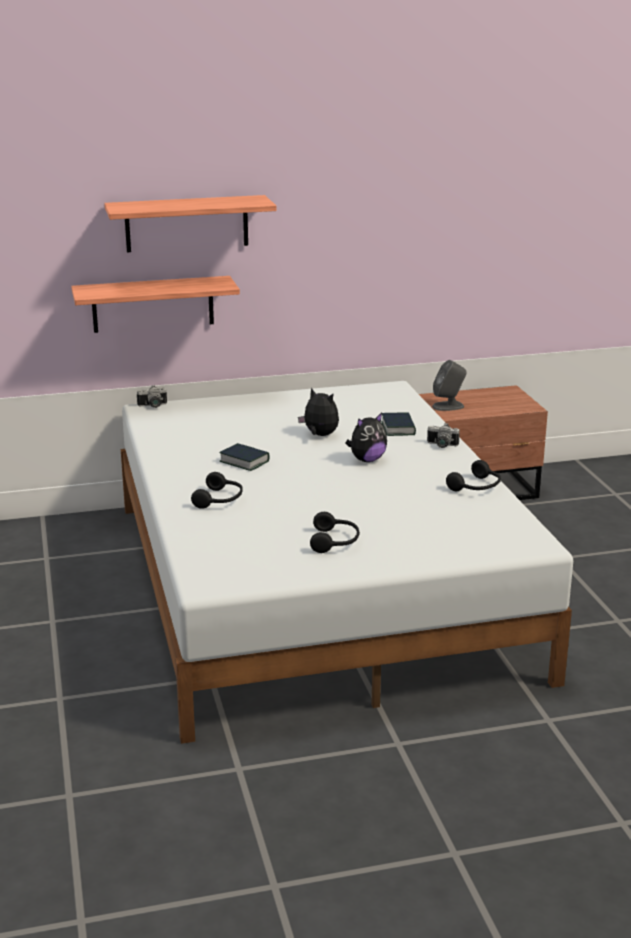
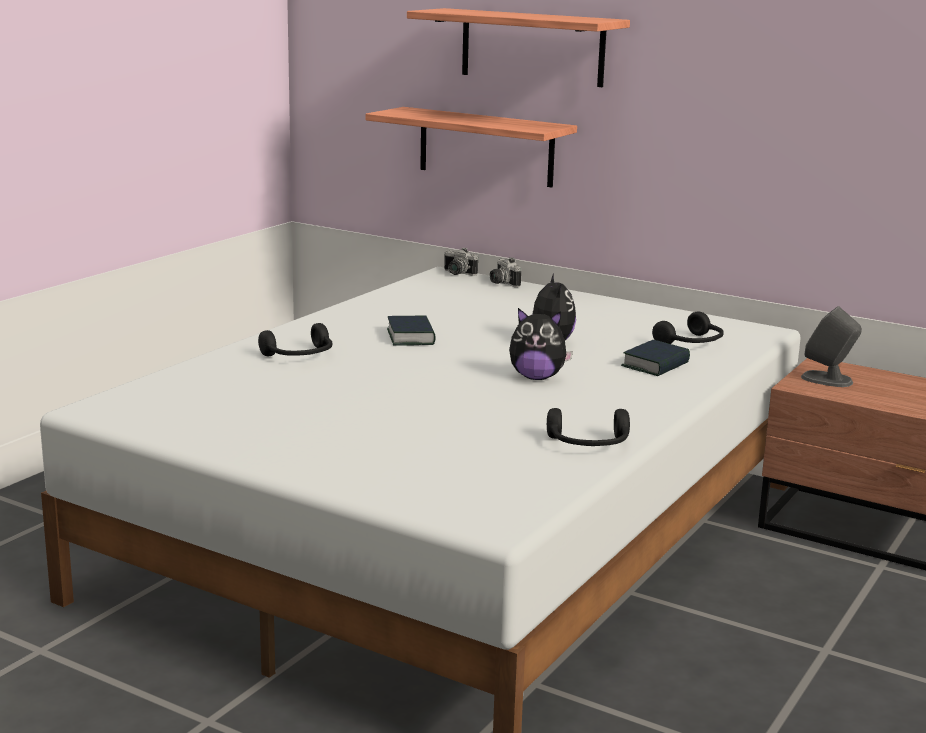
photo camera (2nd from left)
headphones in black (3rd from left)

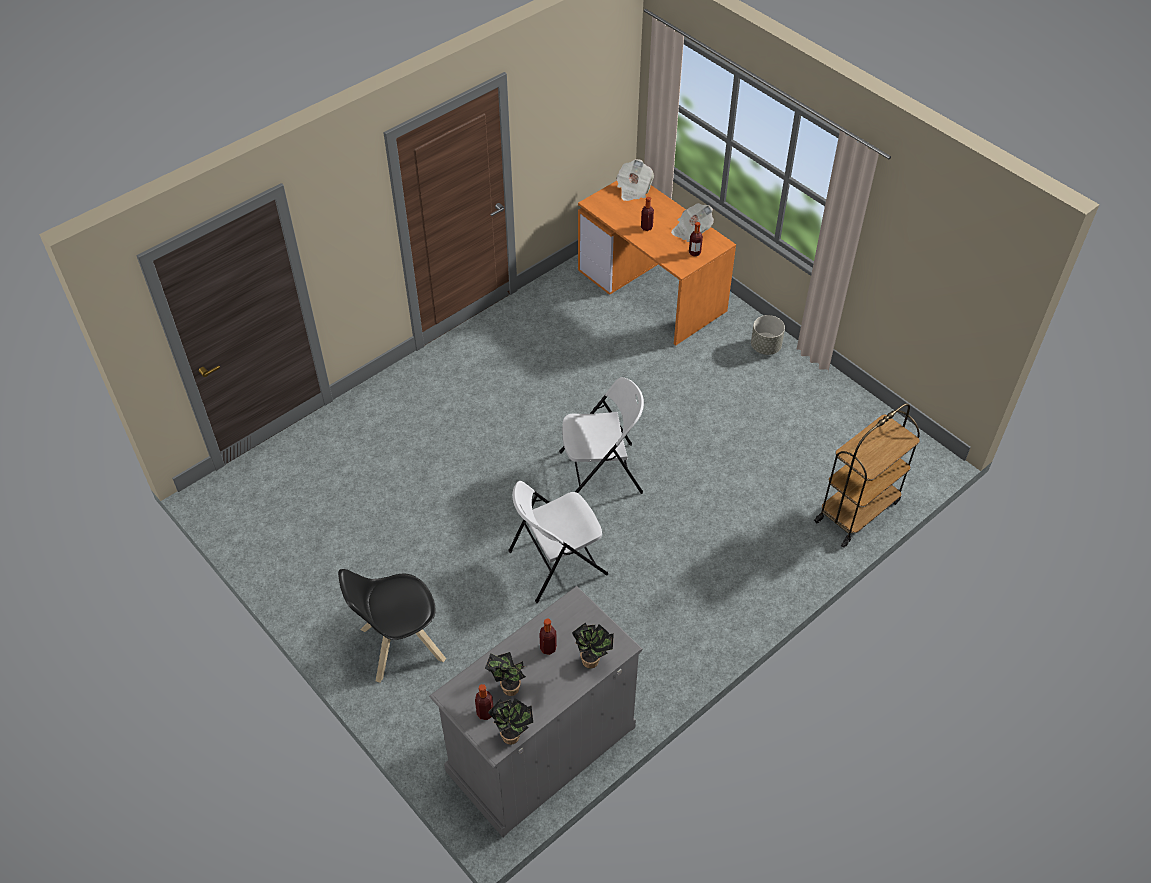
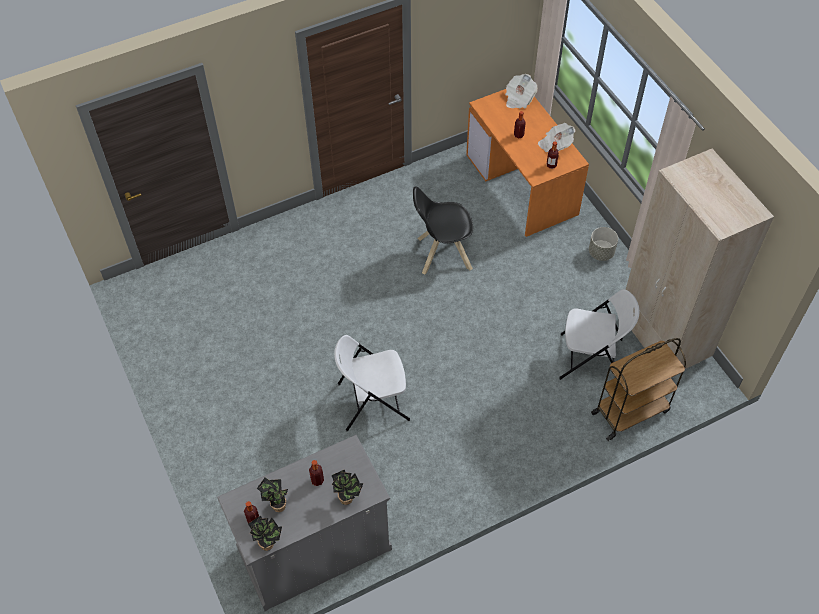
chair in black
chair in white (2nd from left)
wardrobe in beige

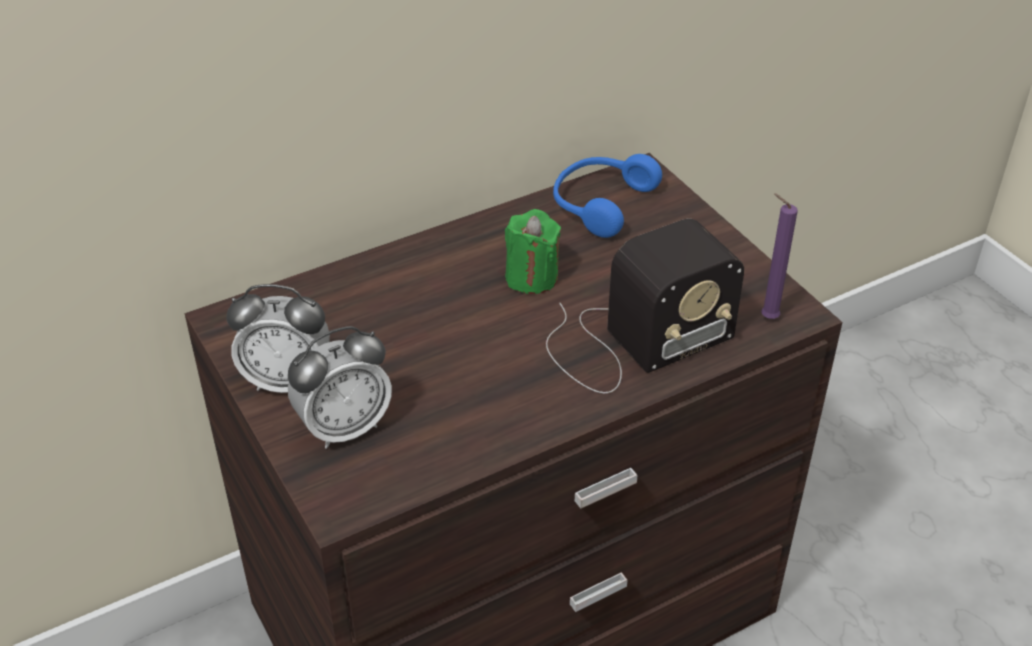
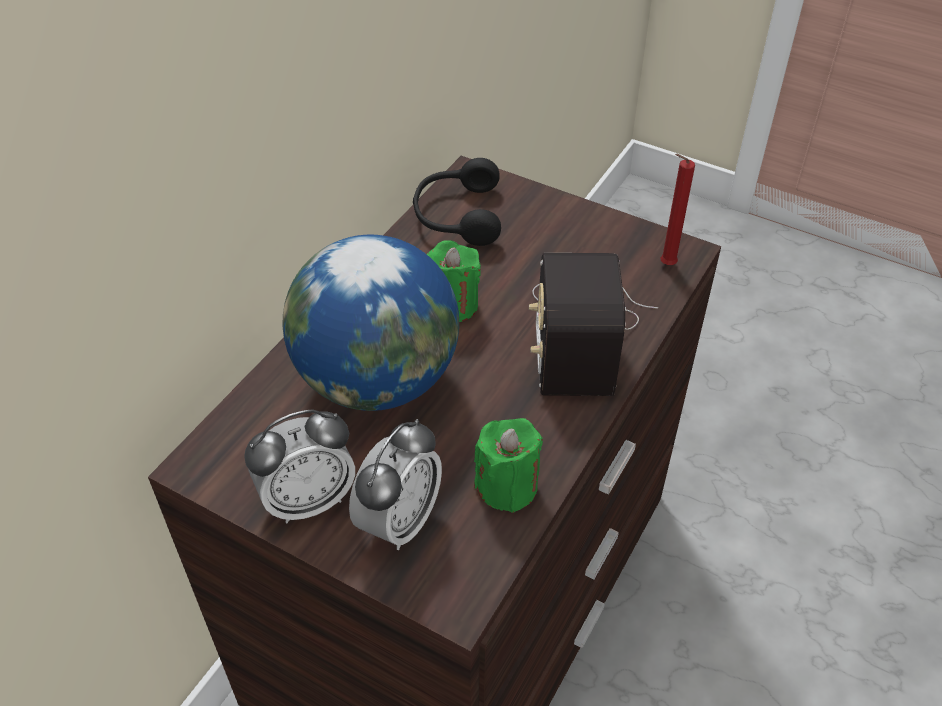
globe
headphones in black
candle in green (2nd from left)
radio
candle in red

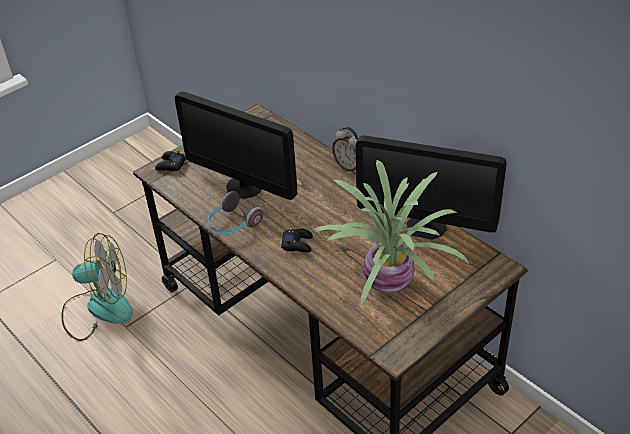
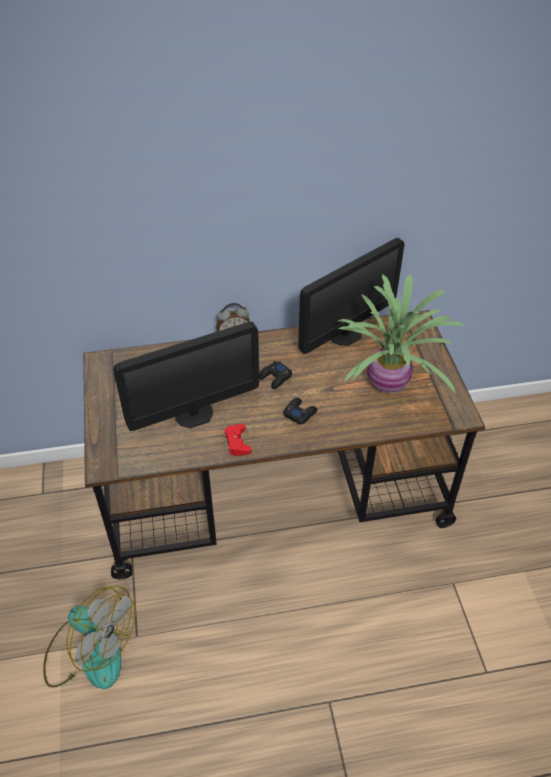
fan
game controller in red
game controller in black (1st from left)

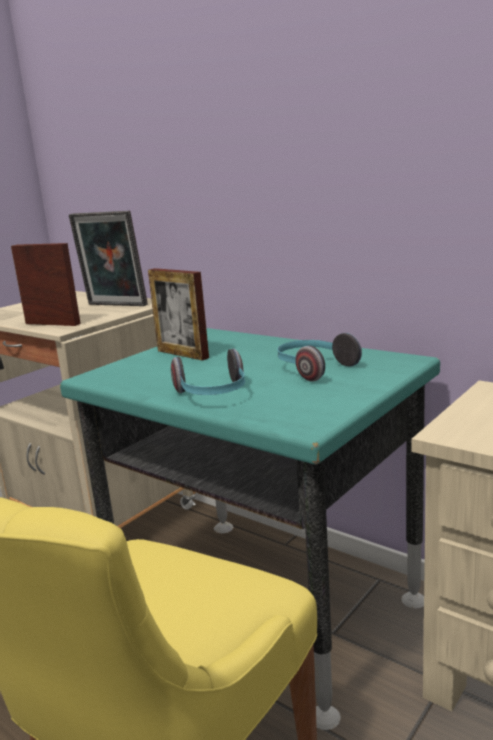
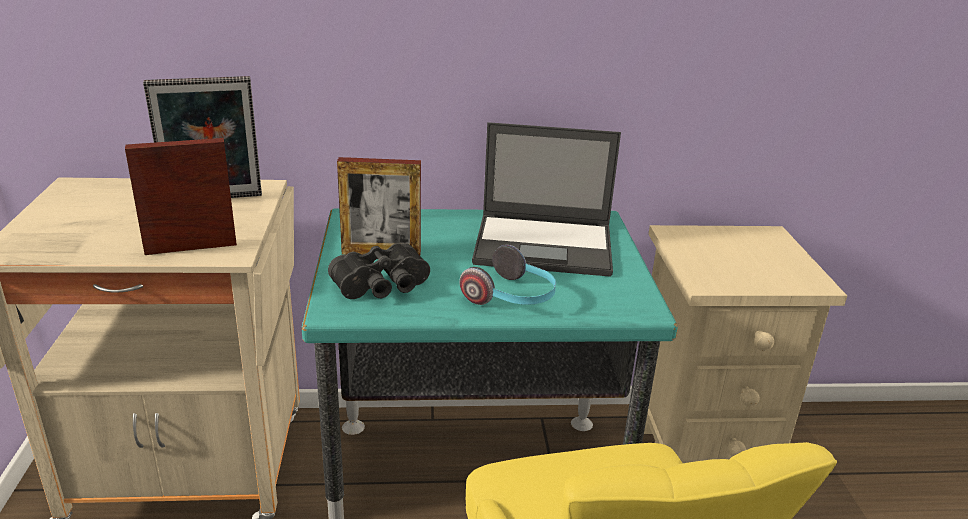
binoculars in black
laptop

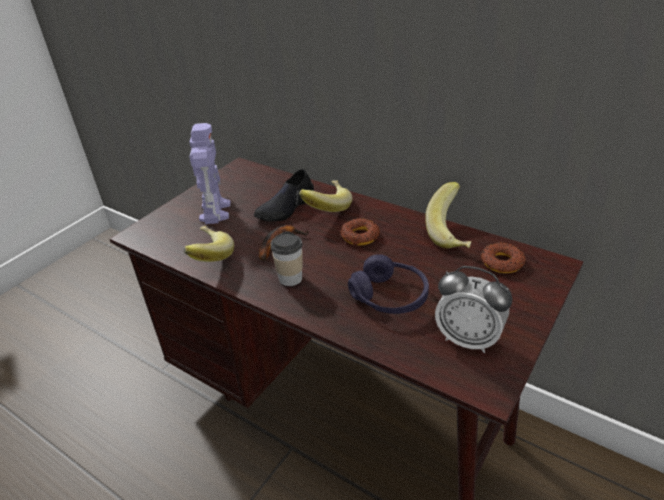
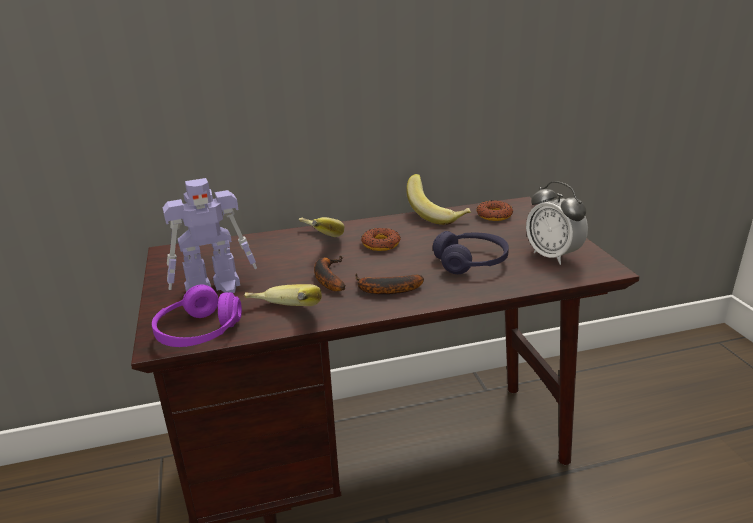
headphones in purple (1st from left)
toy robot
banana (4th from left)
alarm clock
shoe in black

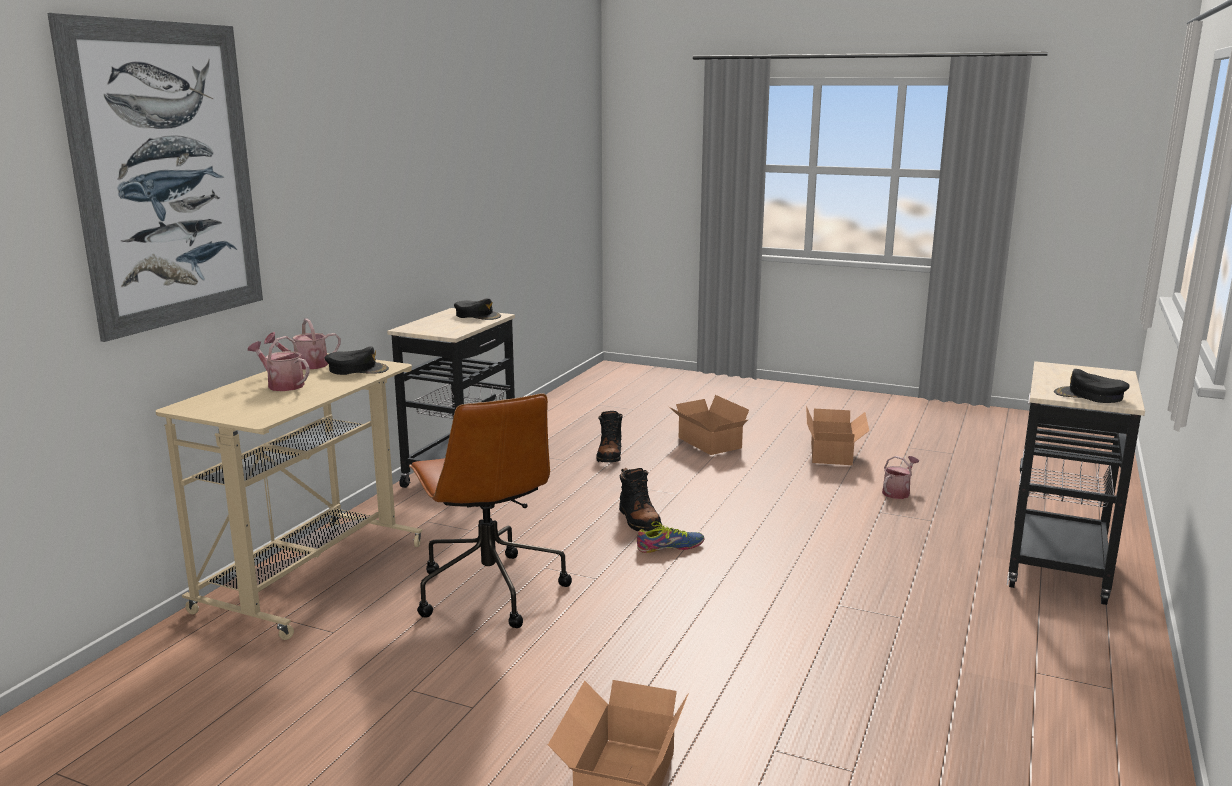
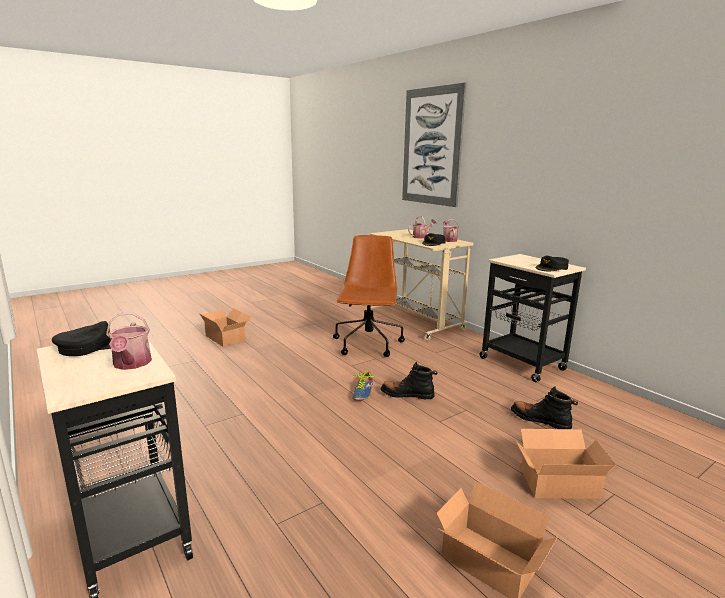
watering can (1st from left)
office chair in brown

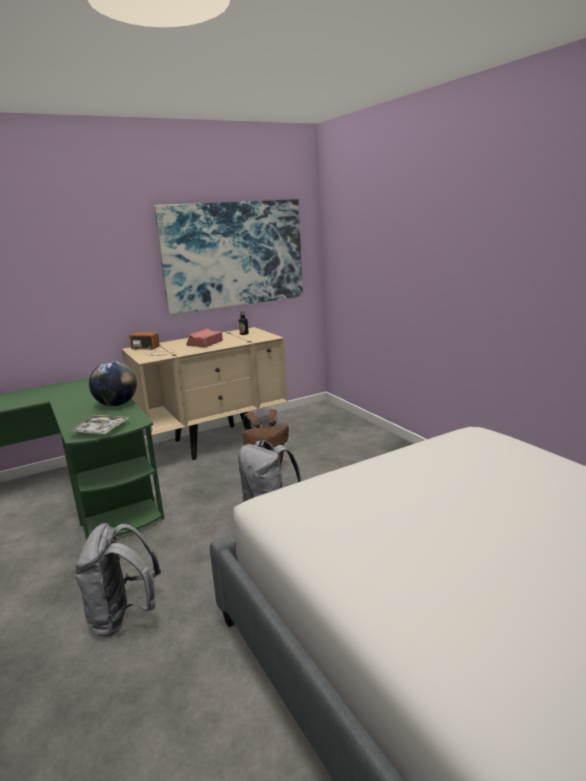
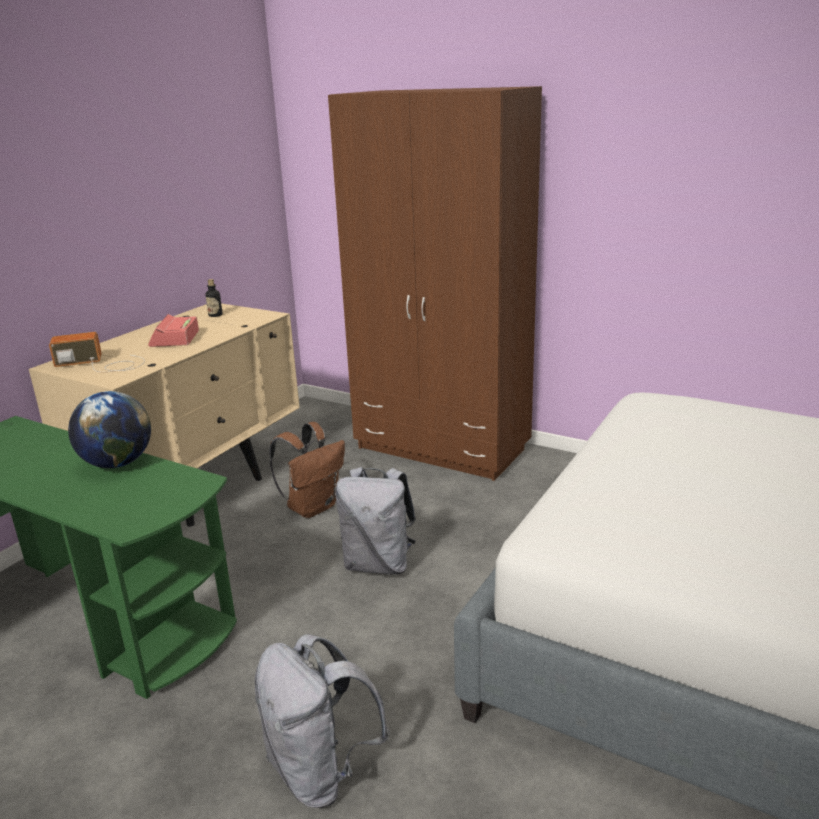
wardrobe in brown
tray
picture

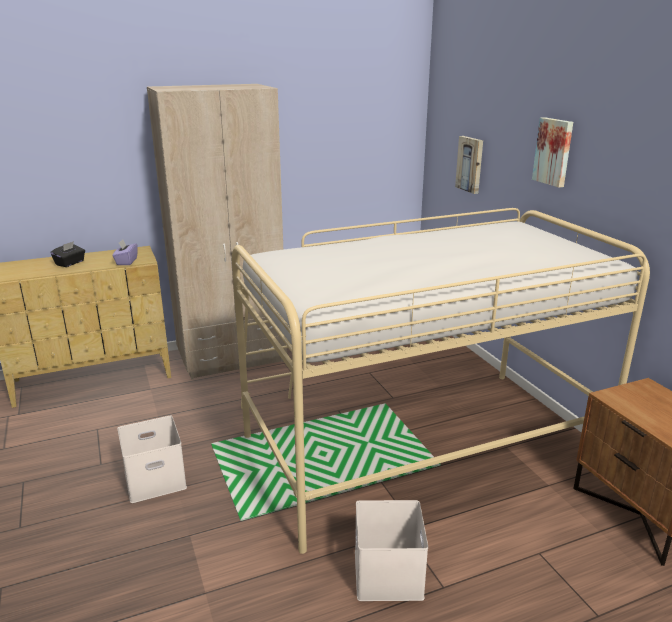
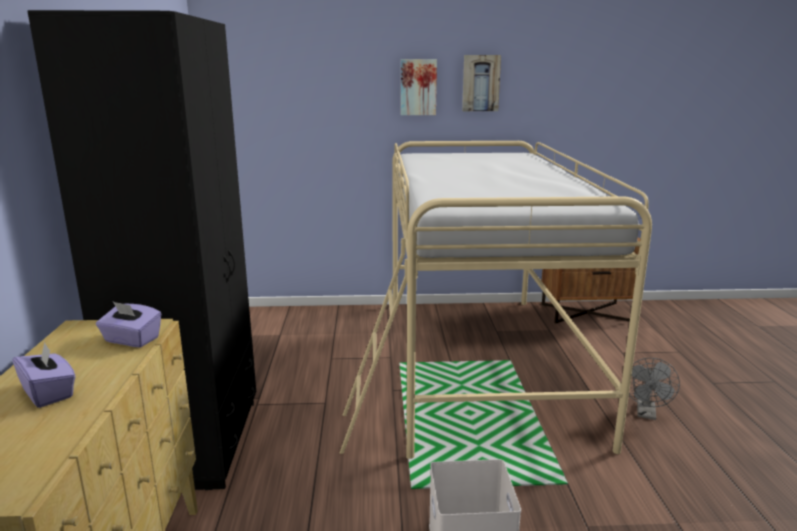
tissue box in purple (1st from left)
wardrobe in black
picture (2nd from left)
fan in grey

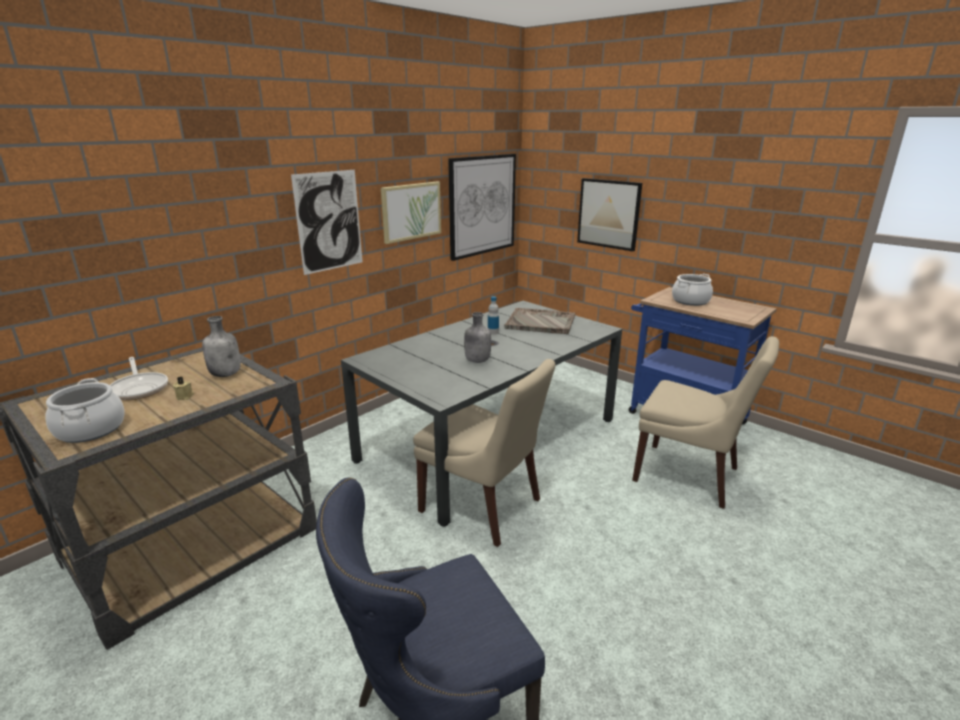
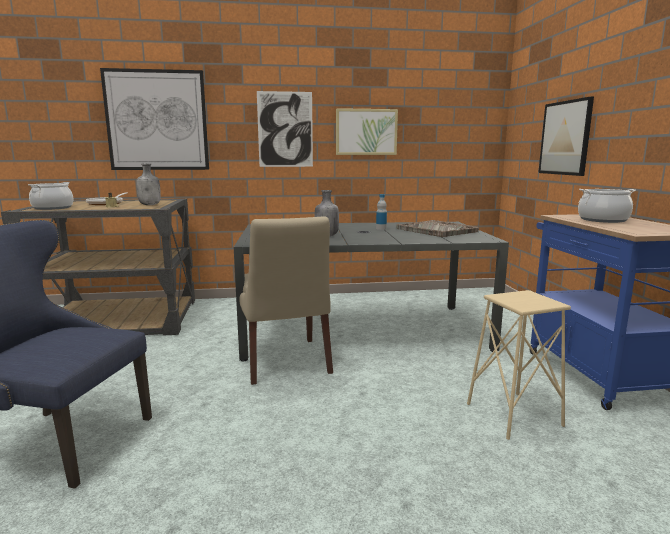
picture (1st from left)
stool in beige

